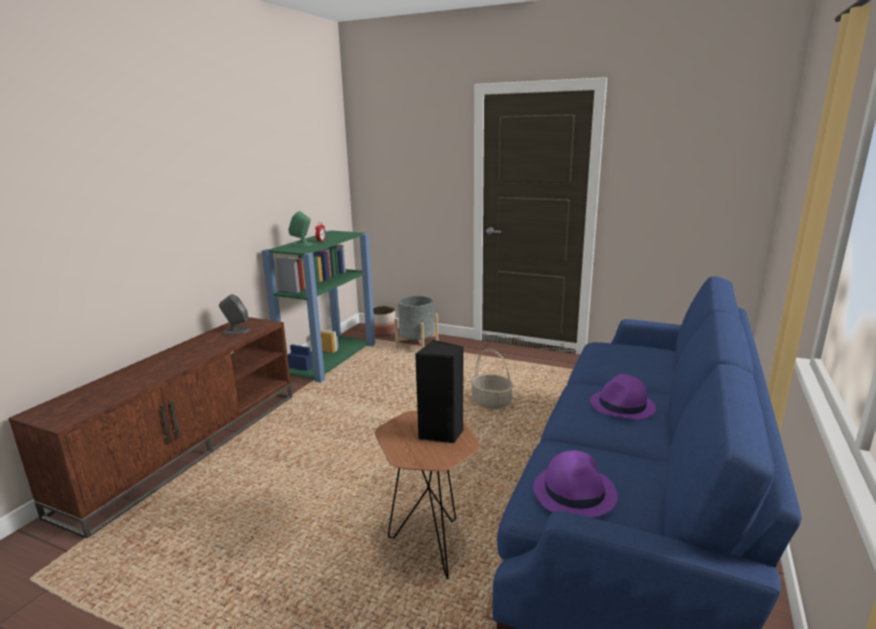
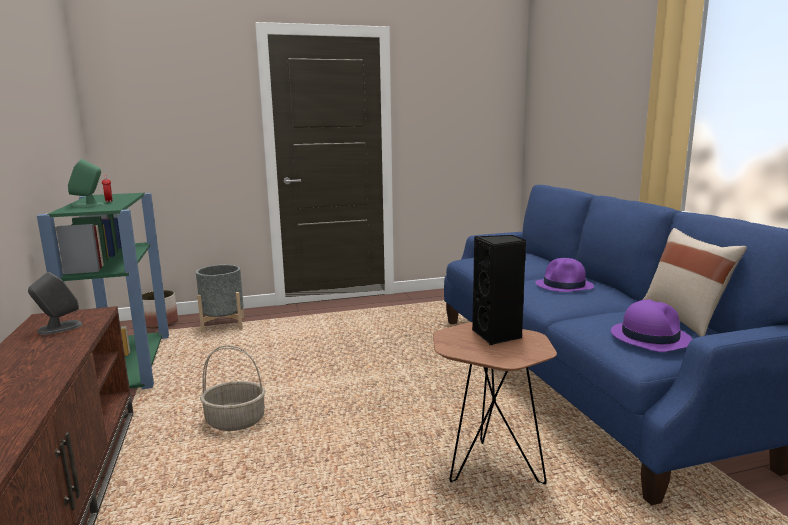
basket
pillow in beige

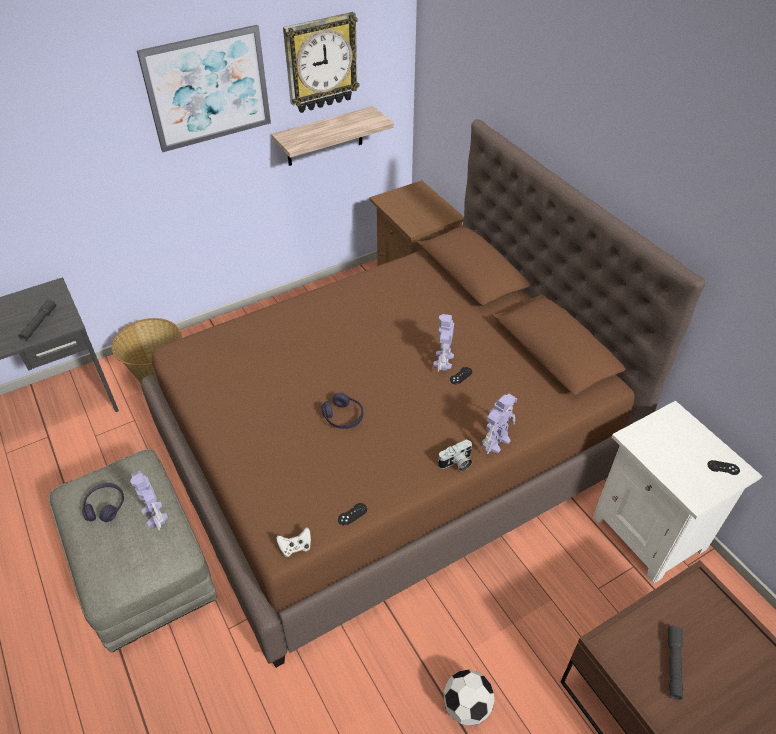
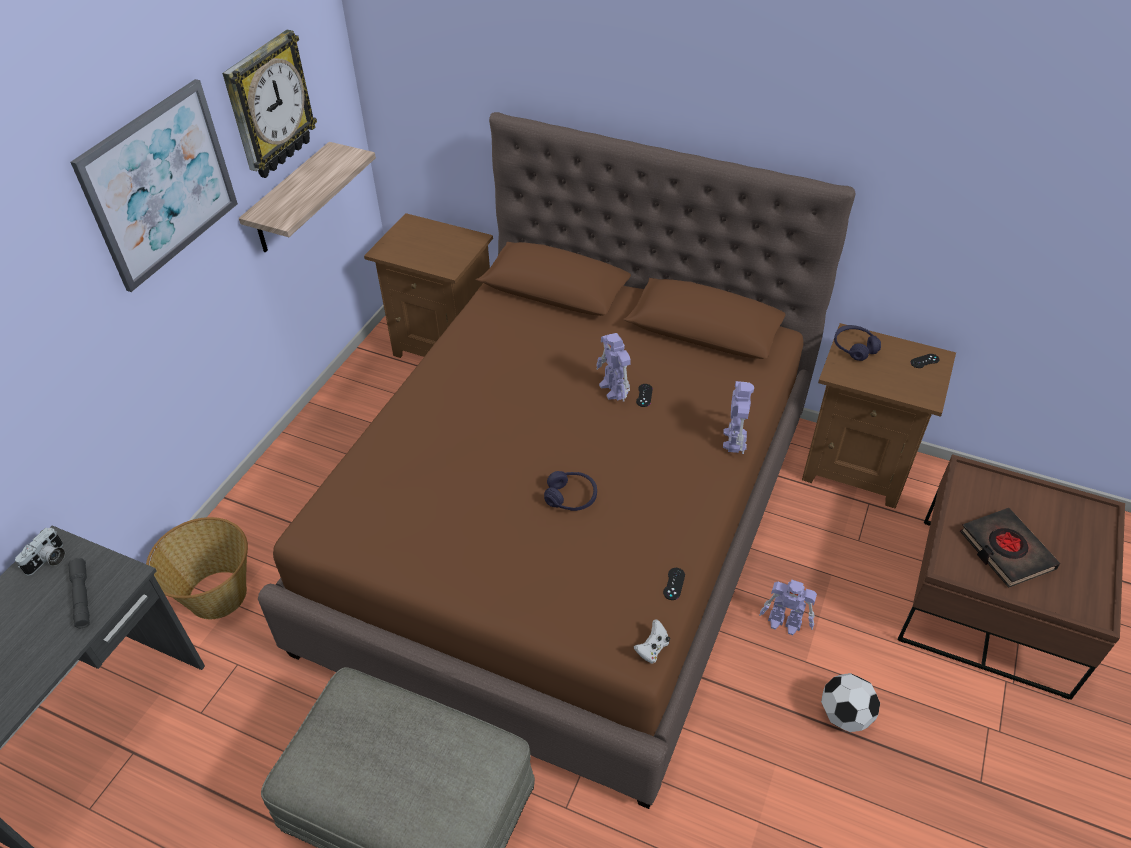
photo camera
toy robot (3rd from left)
nightstand in brown (2nd from left)
headphones in purple (2nd from left)
book in black

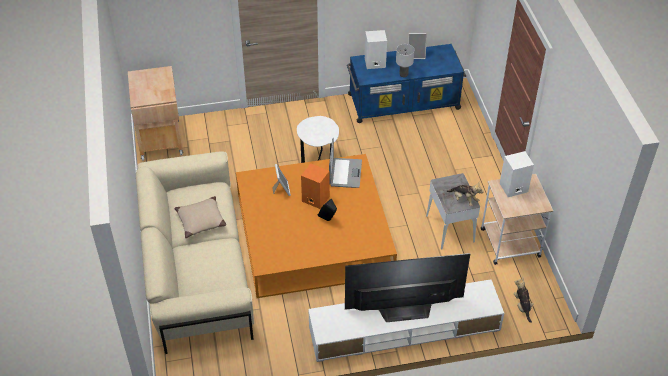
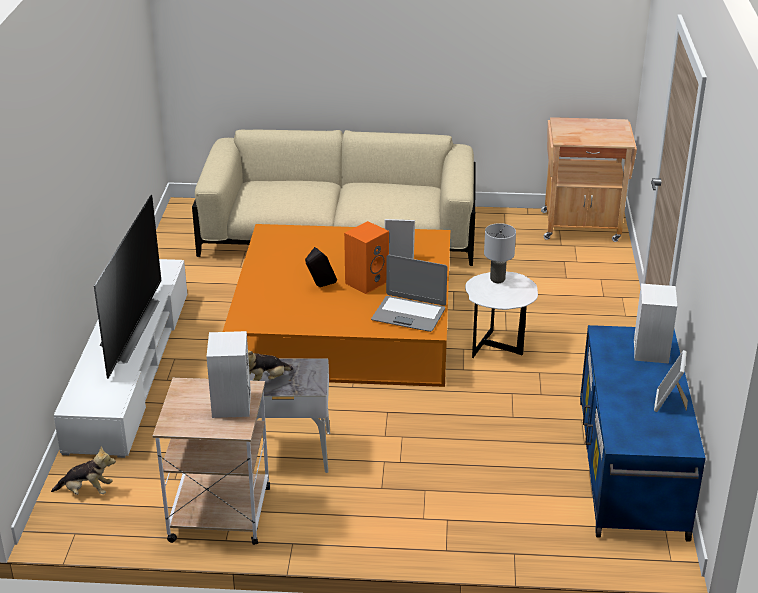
table lamp in white
pillow in beige

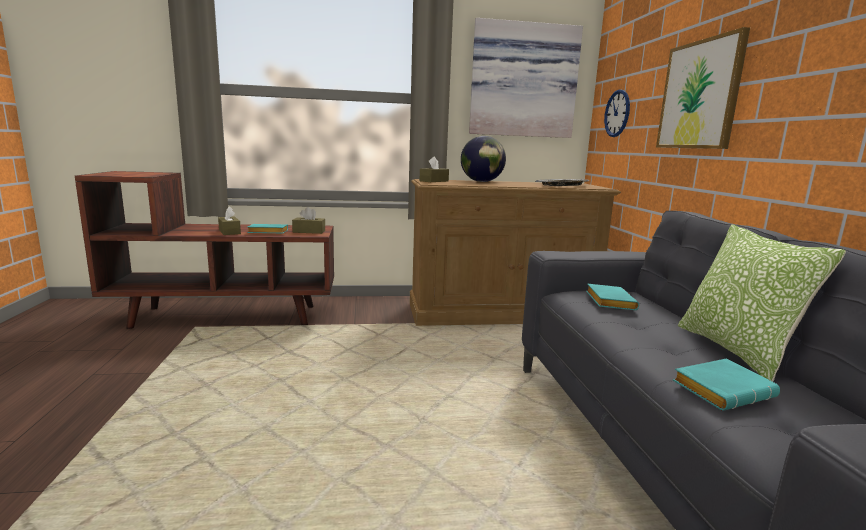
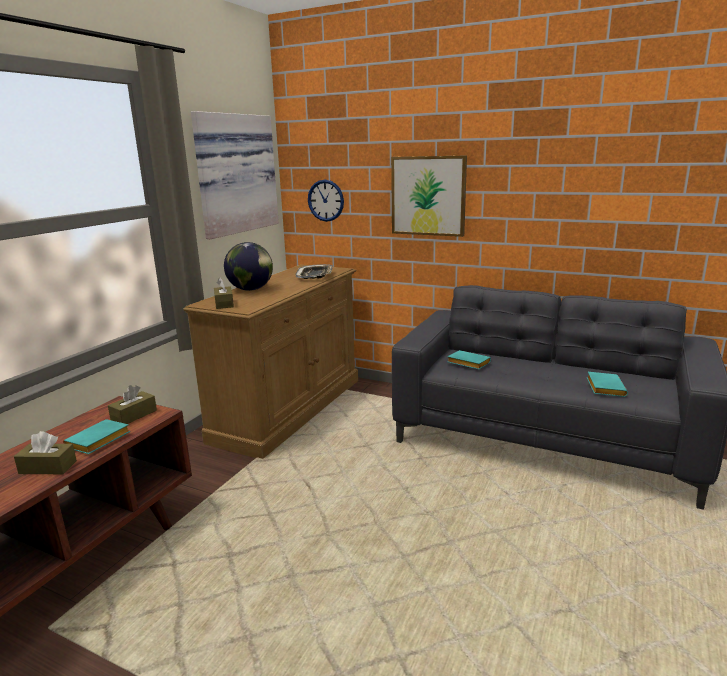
pillow

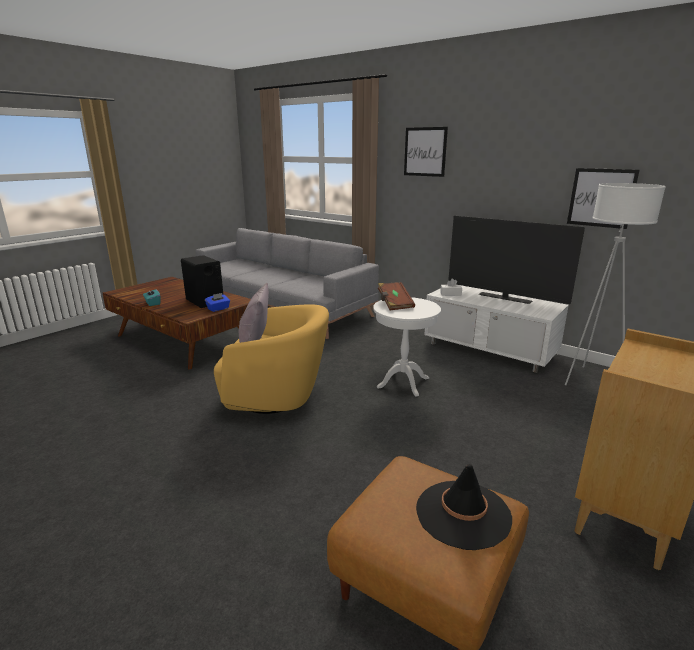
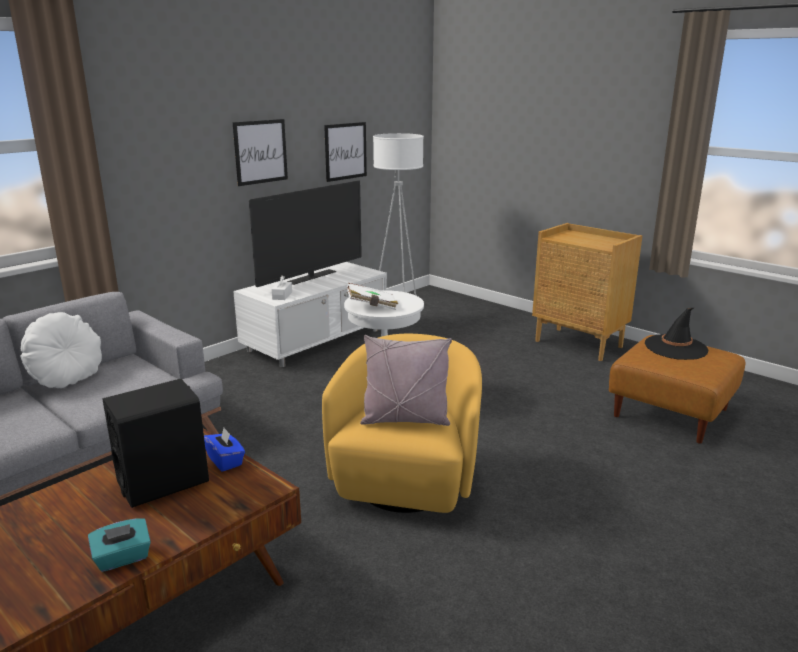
pillow in white
picture (1st from left)
book in white

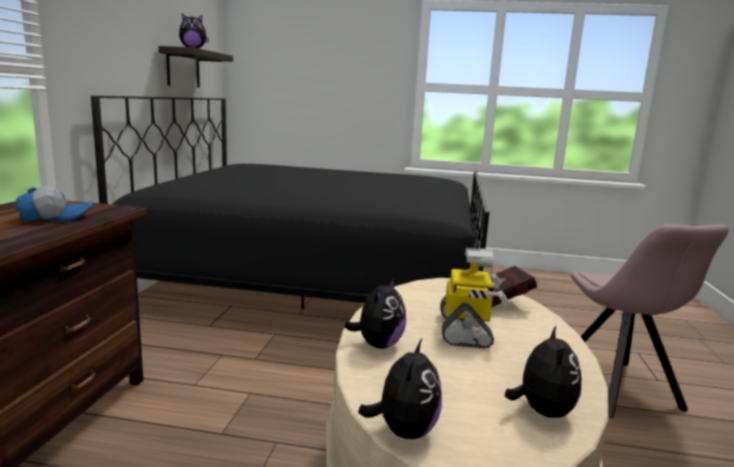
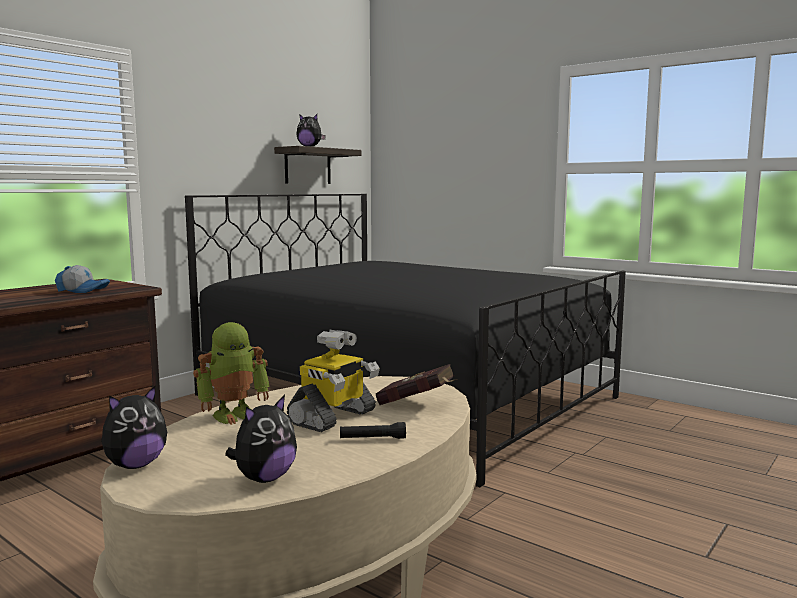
toy robot (1st from left)
flashlight in black
chair in pink

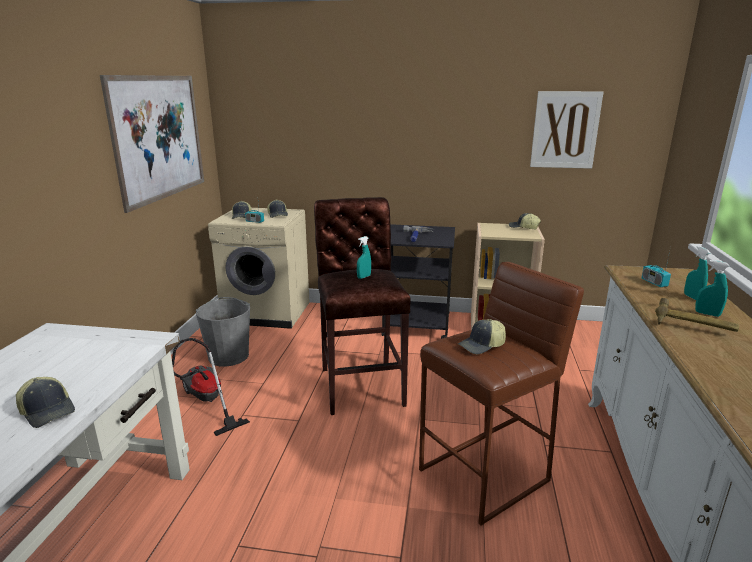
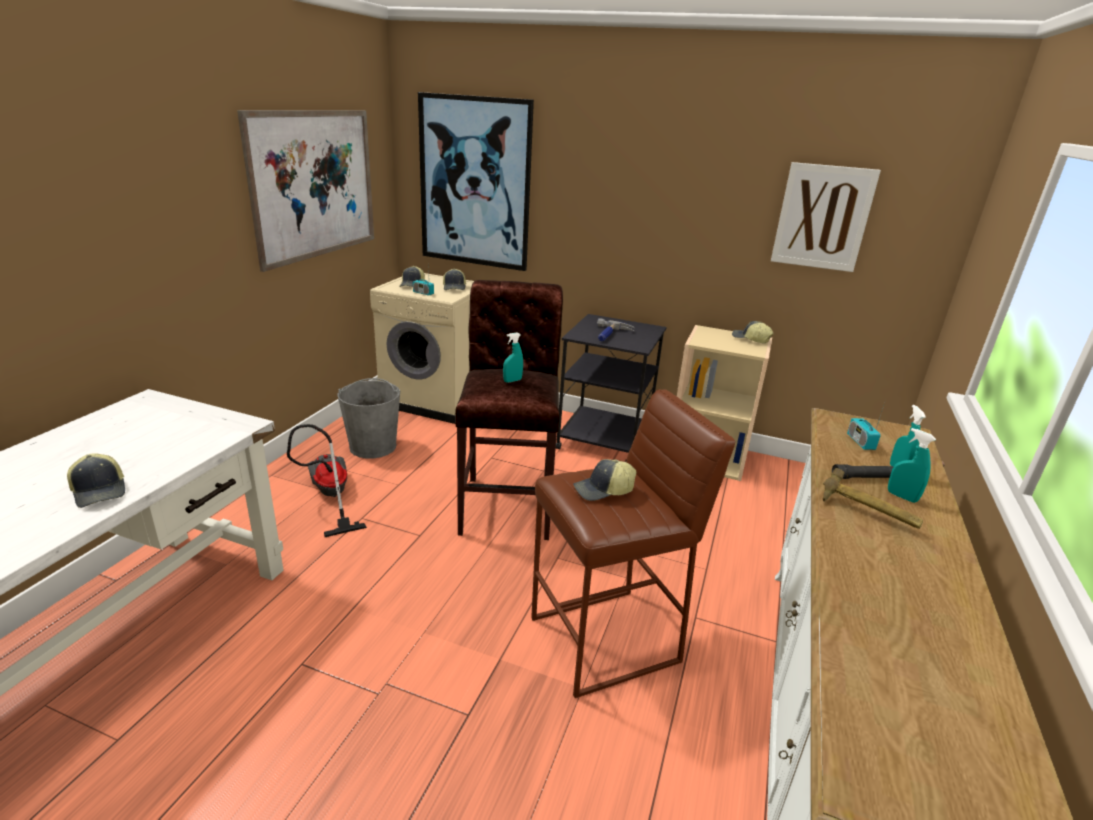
picture (2nd from left)
flashlight in black

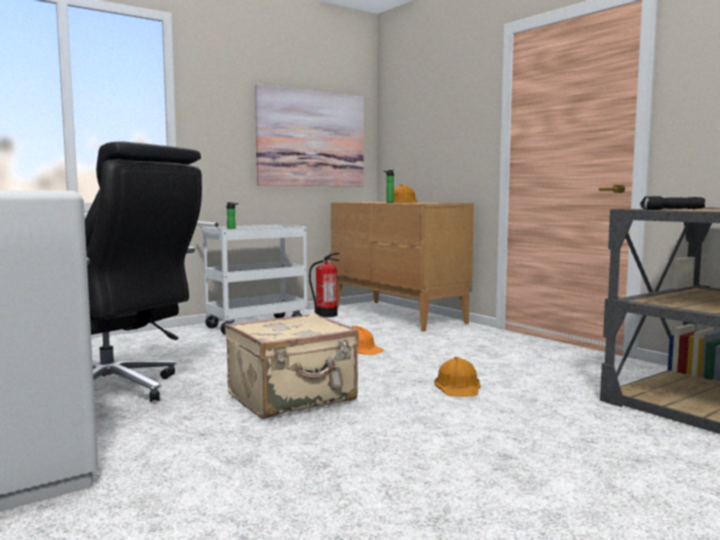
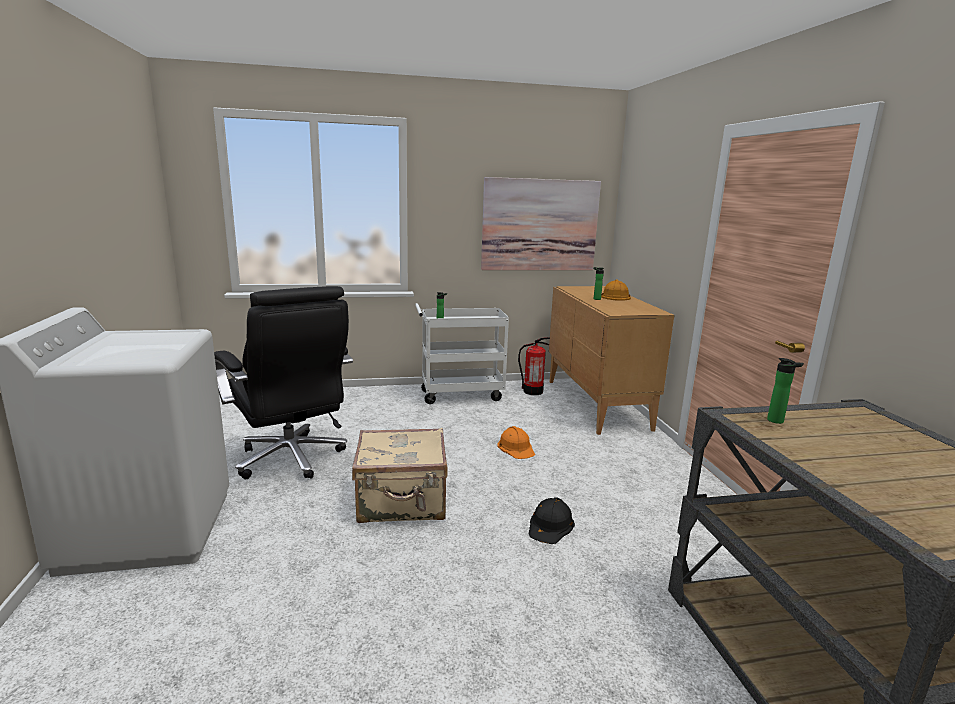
hard hat in black
bottle (3rd from left)

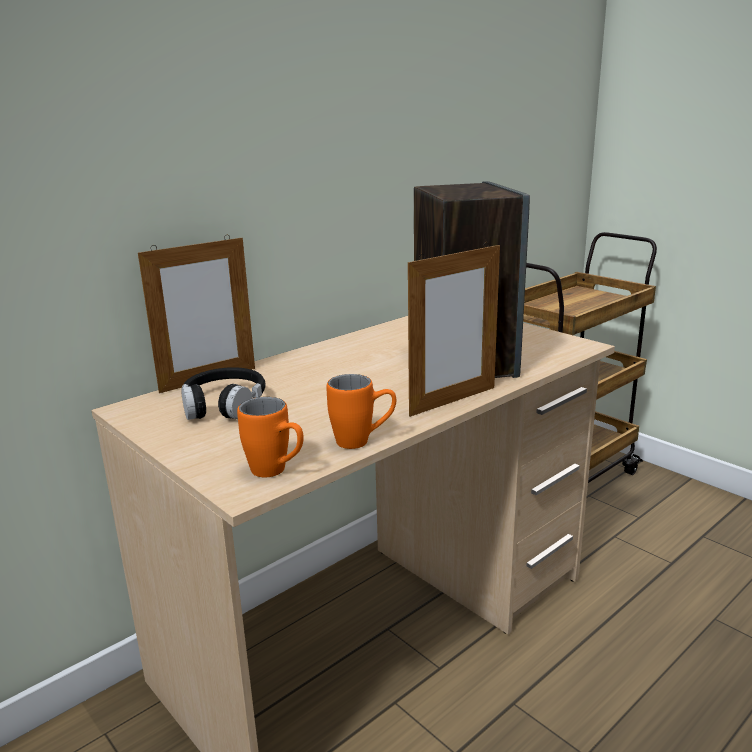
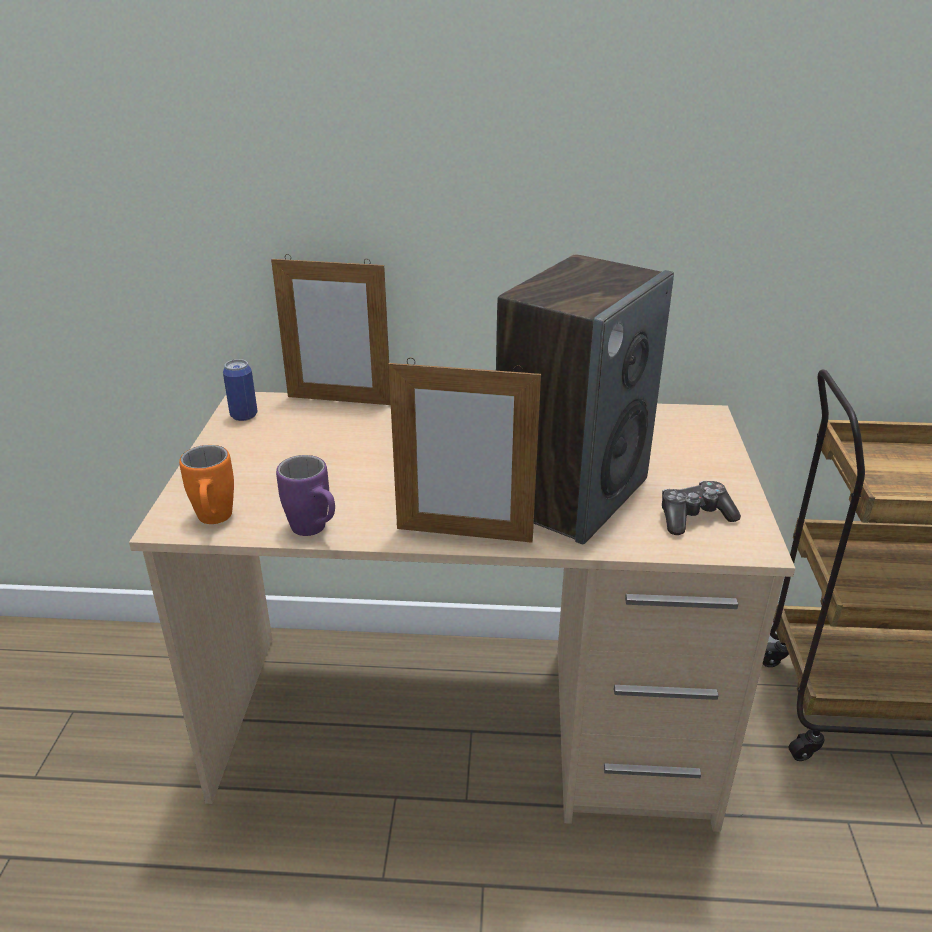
can
mug in purple
game controller
headphones in black

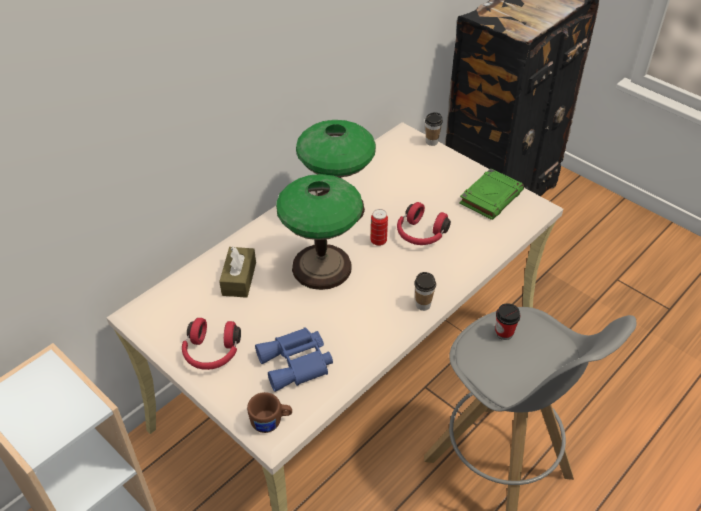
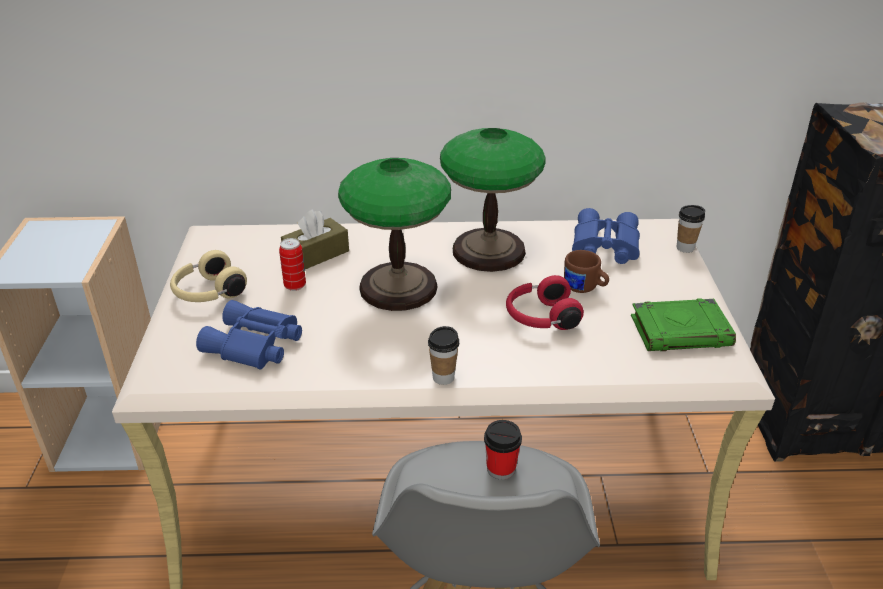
headphones in beige
can
mug in brown
binoculars in blue (2nd from left)

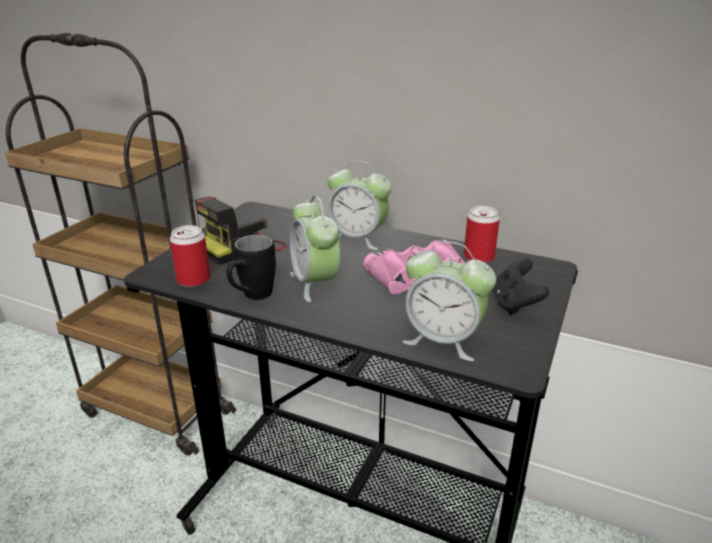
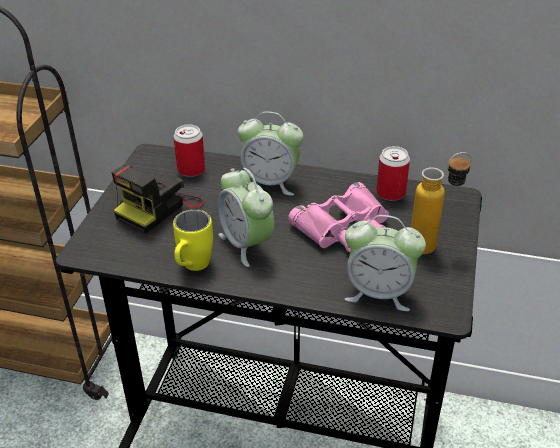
mug in yellow
can (1st from left)
bottle

